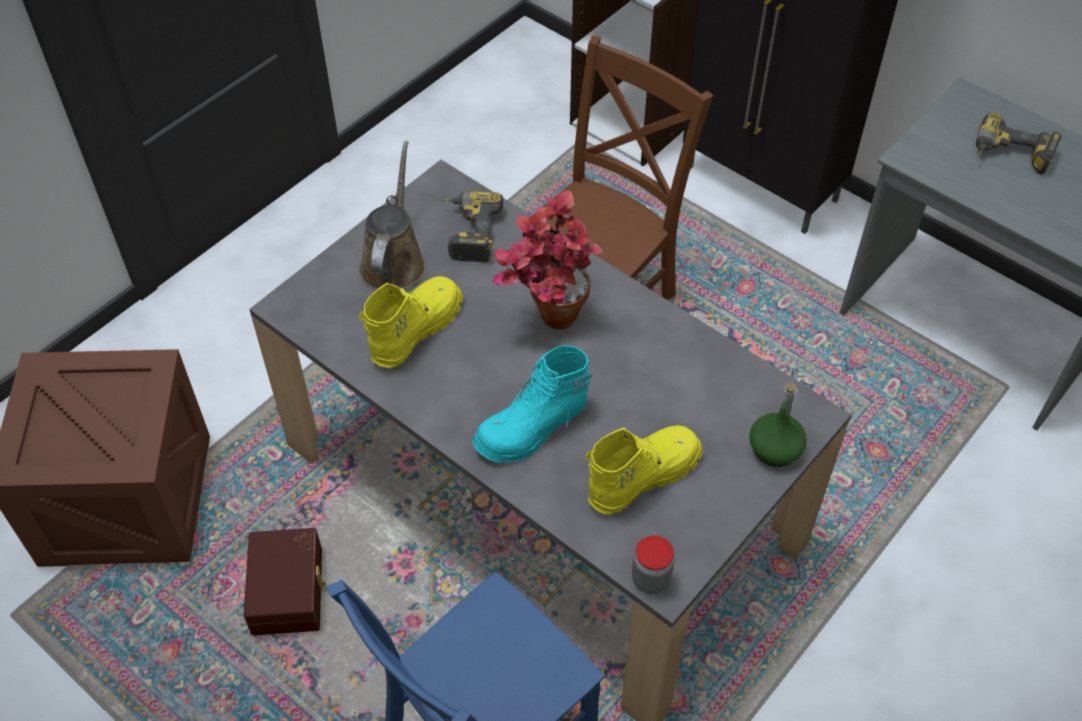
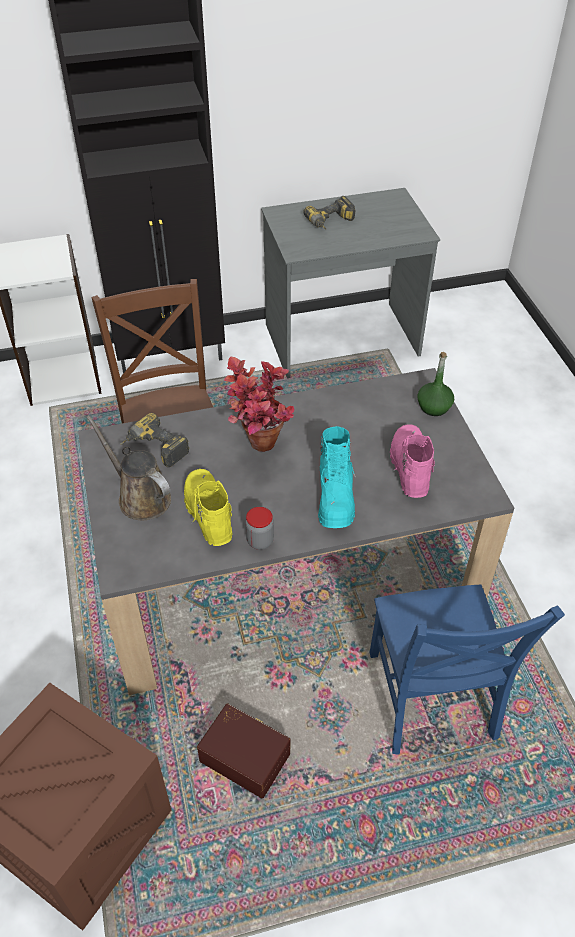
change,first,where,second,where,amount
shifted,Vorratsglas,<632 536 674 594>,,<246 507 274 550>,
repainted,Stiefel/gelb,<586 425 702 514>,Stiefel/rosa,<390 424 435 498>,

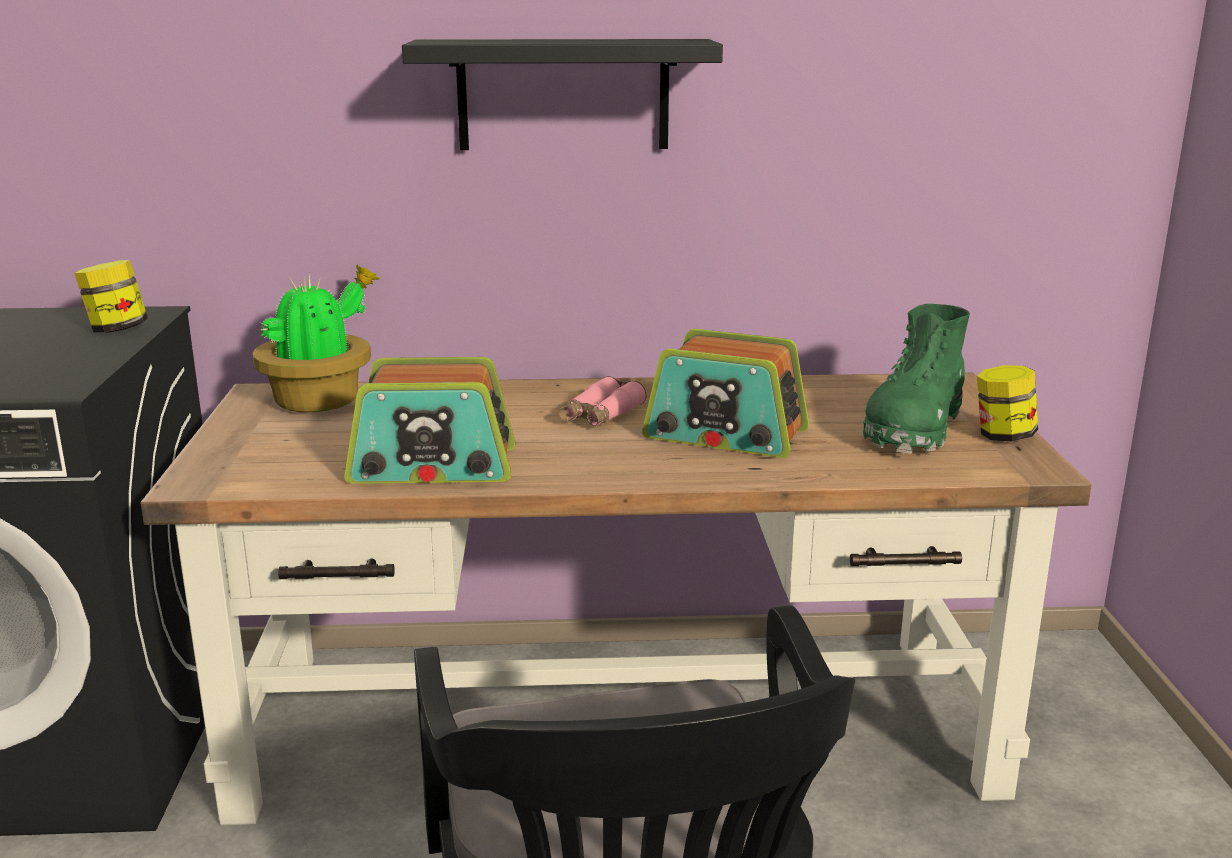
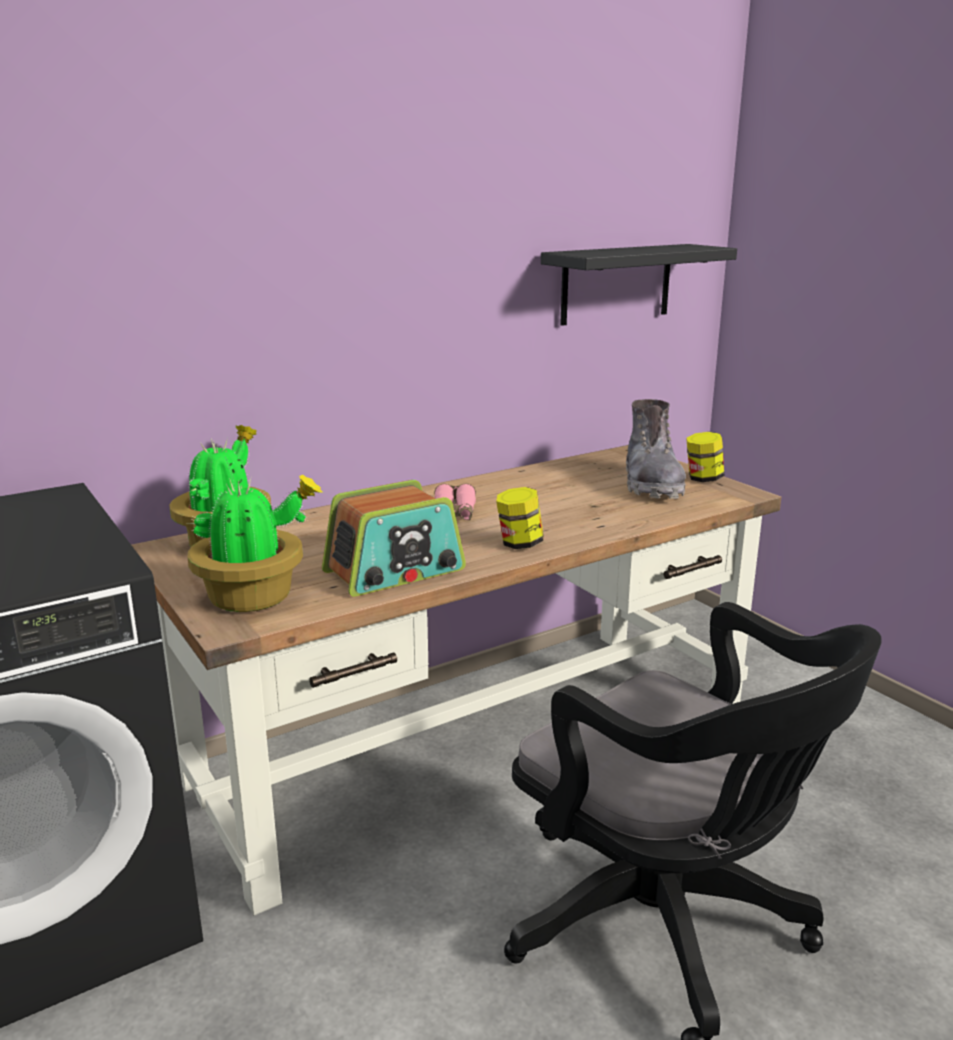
change,first,where,second,where,amount
gone,Radio,<642 329 809 458>,,,
new,,,Topfpflanze,<187 474 323 612>,
shifted,Vorratsglas,<74 260 148 332>,,<496 487 543 549>,
shifted,Wandregal/schwarz,<402 39 723 150>,,<541 244 737 326>,
repainted,Stiefel/grün,<863 304 970 454>,Stiefel/grau,<626 399 686 499>,

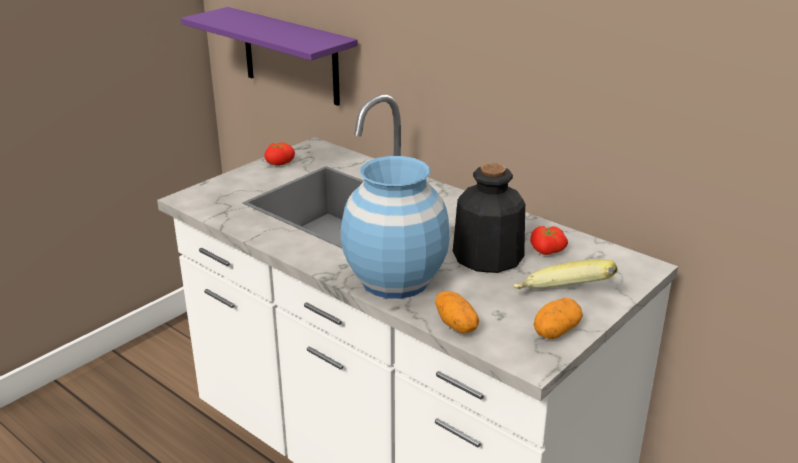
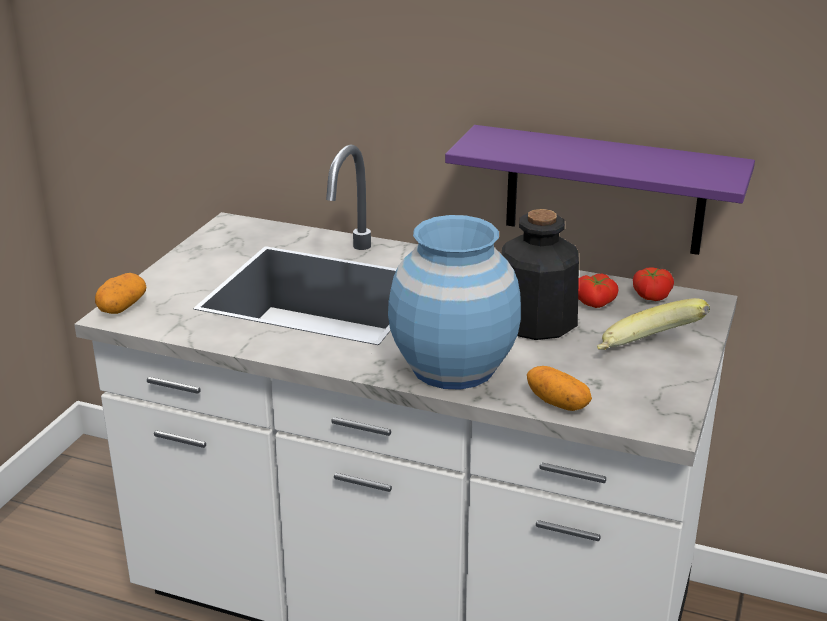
change,first,where,second,where,amount
shifted,Wandregal/lila,<181 7 358 106>,,<445 125 755 255>,
shifted,Tomate,<264 143 295 166>,,<633 267 674 301>,
shifted,Kartoffel,<534 298 583 339>,,<95 273 146 314>,

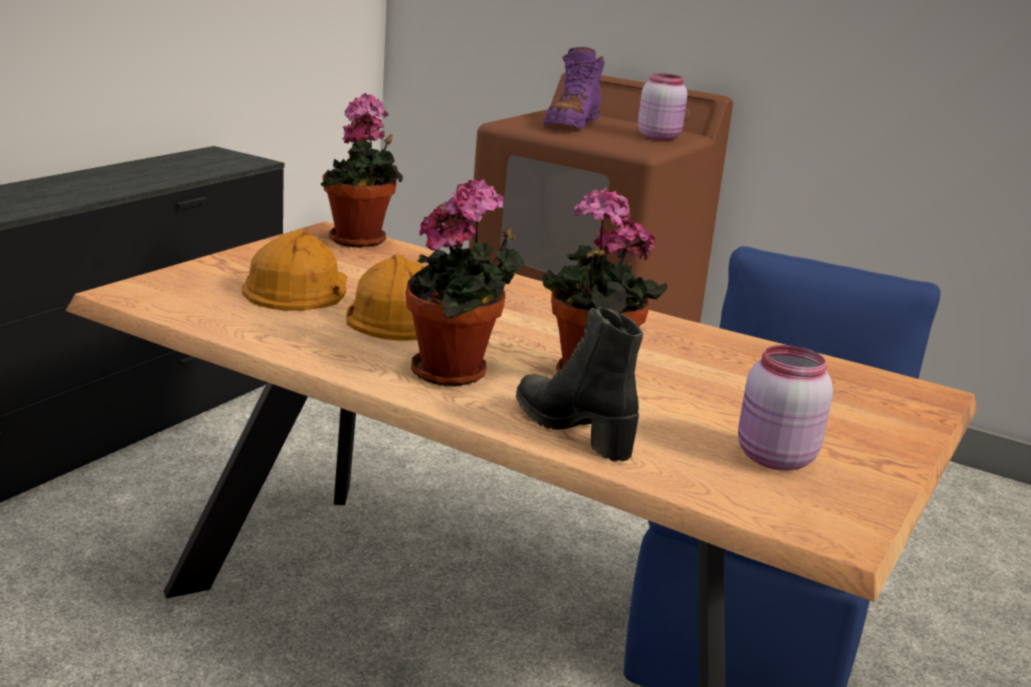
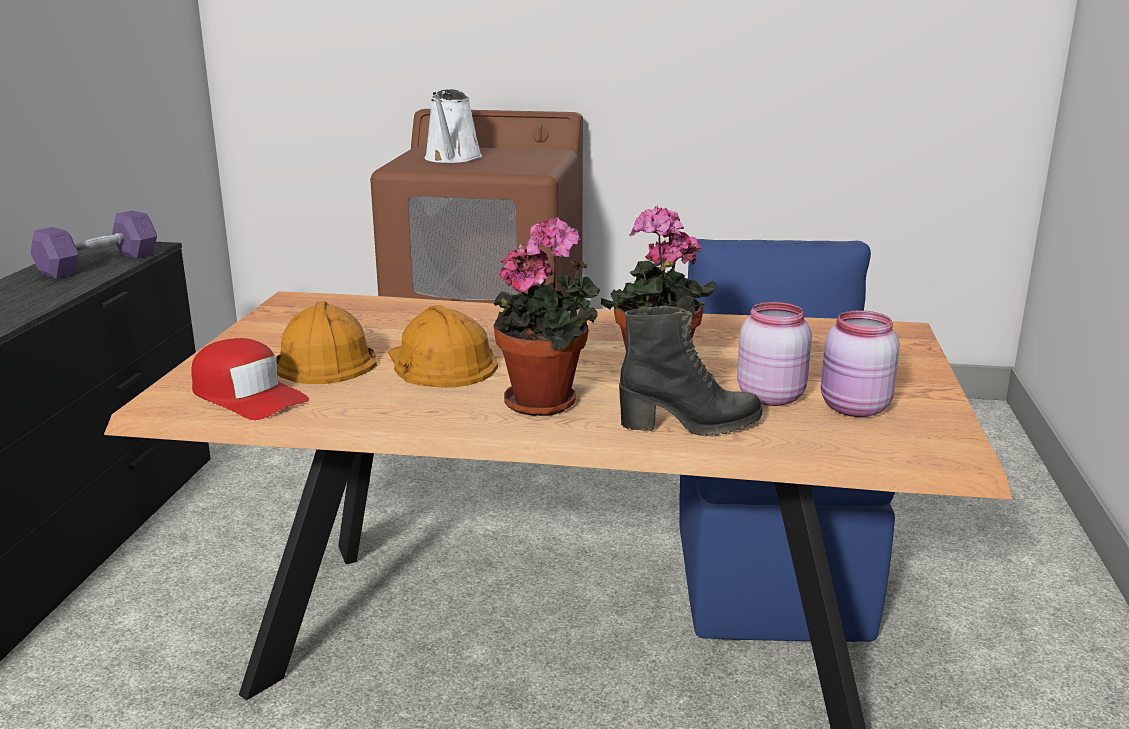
change,first,where,second,where,amount
gone,Topfpflanze,<321 93 403 248>,,,
new,,,Hantel/lila,<31 210 157 279>,
new,,,Kappe/rot,<191 338 309 420>,
shifted,Vorratsglas/rosa,<638 73 687 141>,,<737 302 812 406>,
swapped,Stiefel/lila,<544 47 605 129>,Gießkanne/weiß,<424 89 482 163>,
rotated,Stiefel/schwarz,<516 307 643 461>,,<619 306 762 436>,150 degrees clockwise

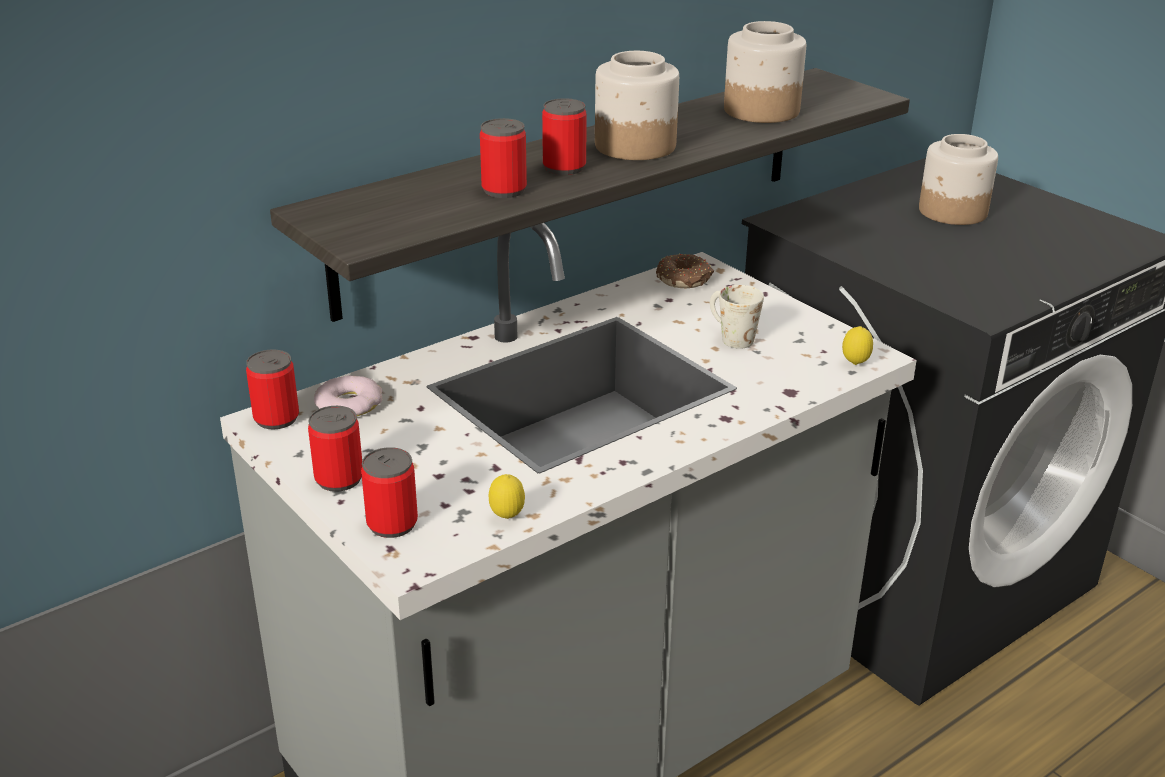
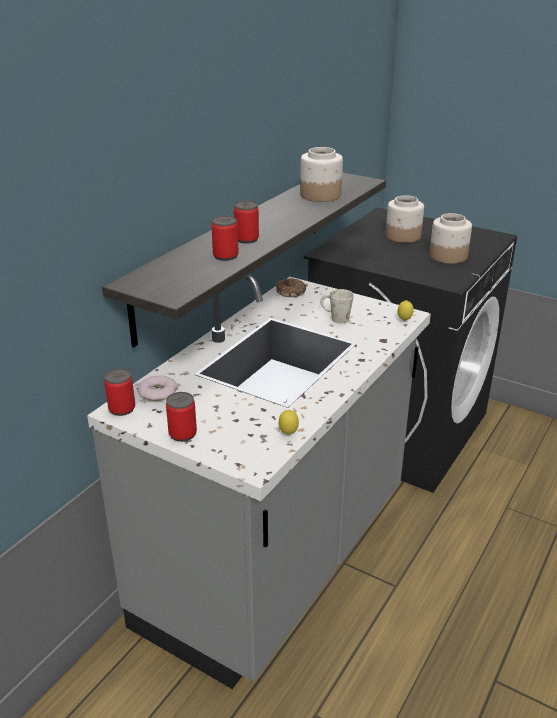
change,first,where,second,where,amount
gone,Dose,<361 447 418 538>,,,
shifted,Vorratsglas,<595 51 679 160>,,<430 213 472 264>,

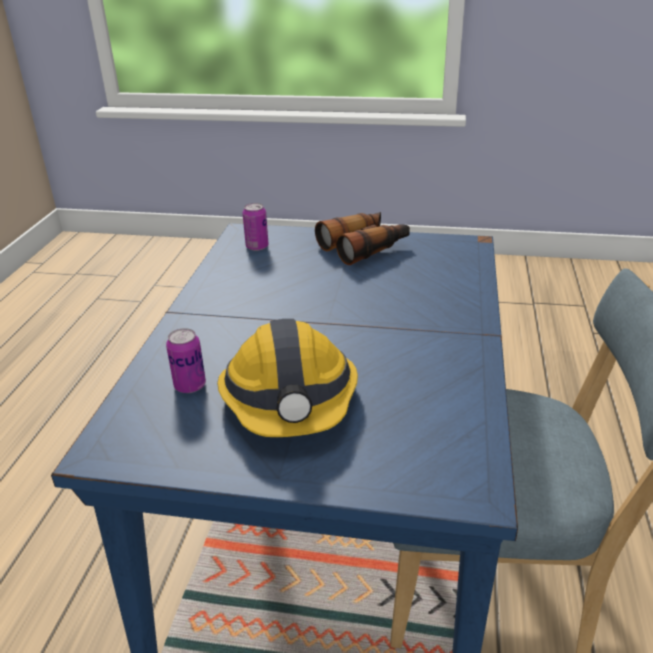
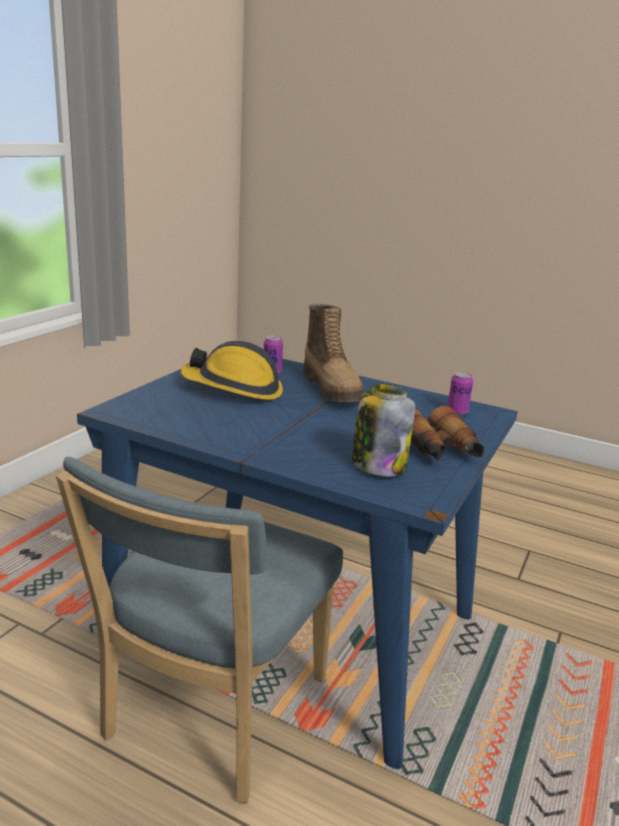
change,first,where,second,where,amount
new,,,Stiefel,<303 304 364 402>,
new,,,Vorratsglas,<351 384 415 476>,

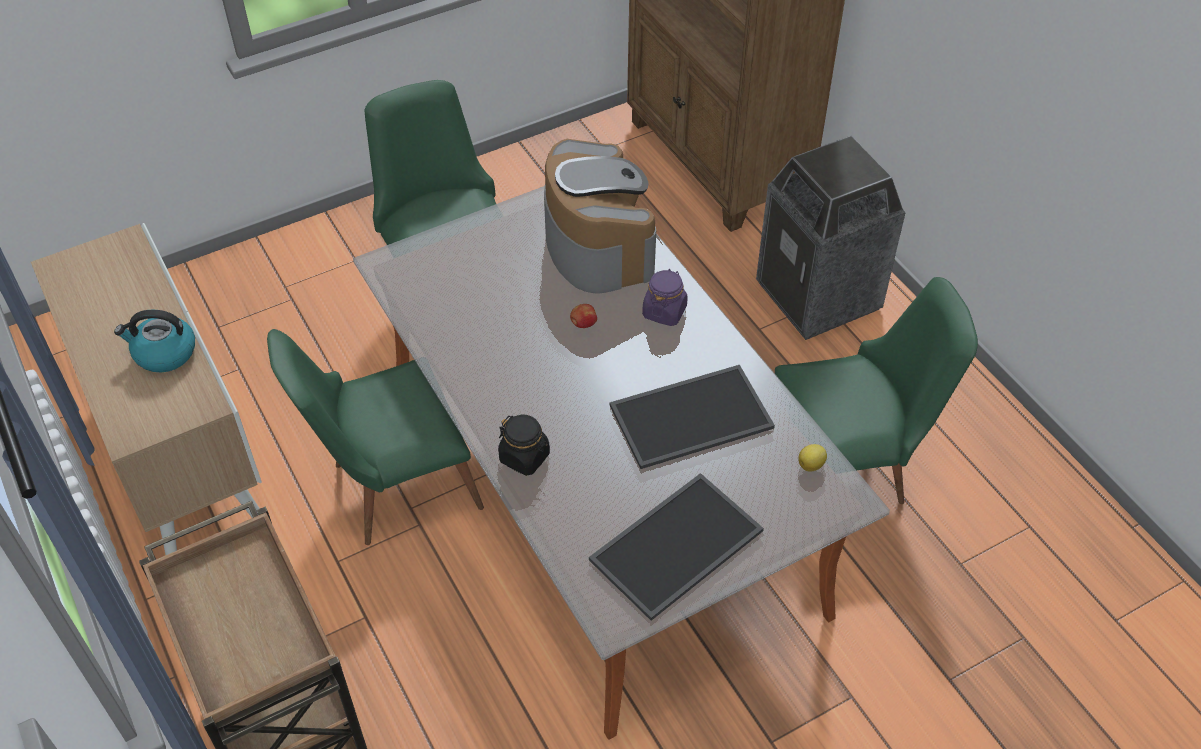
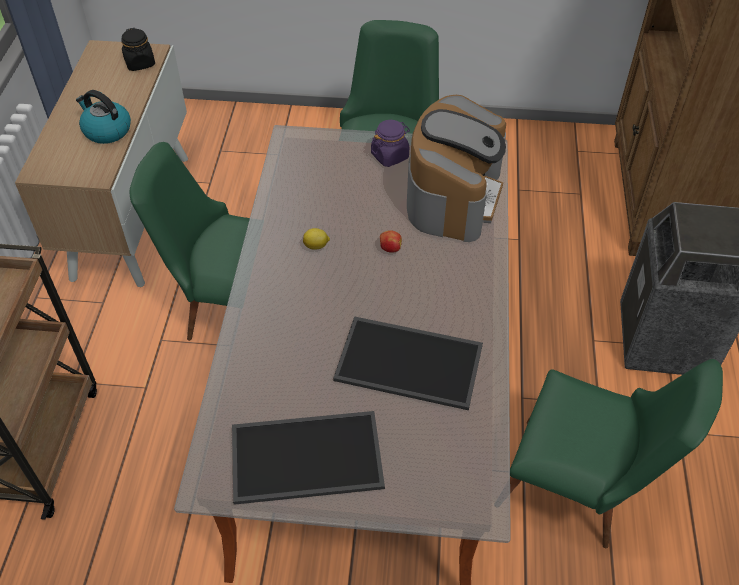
change,first,where,second,where,amount
shifted,Vorratsglas/schwarz,<498 415 550 476>,,<122 28 155 71>,
shifted,Vorratsglas/lila,<642 269 688 326>,,<371 120 410 167>,
shifted,Zitrone,<798 444 827 471>,,<303 228 330 250>,

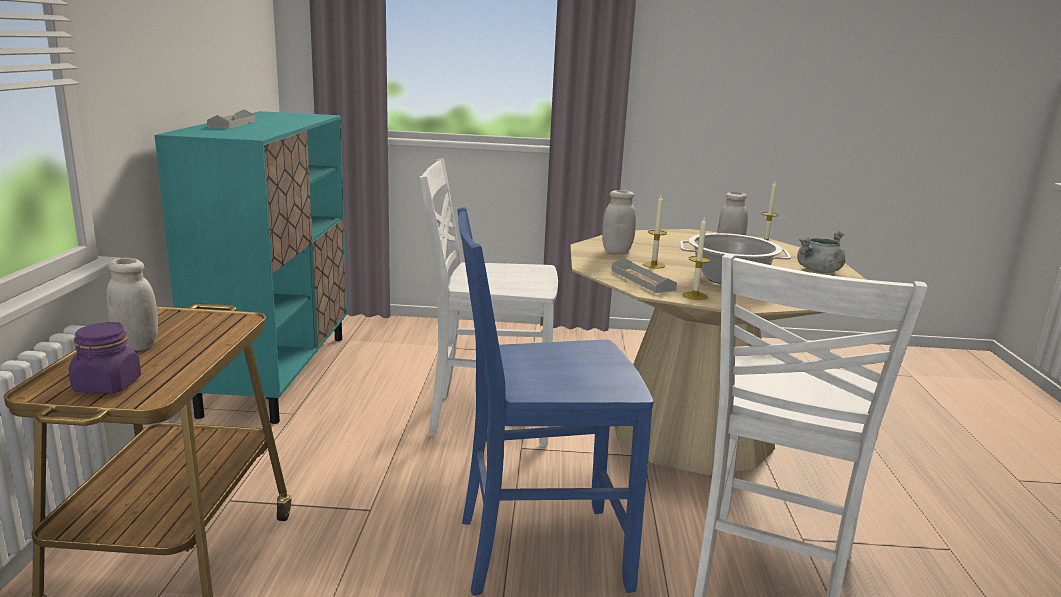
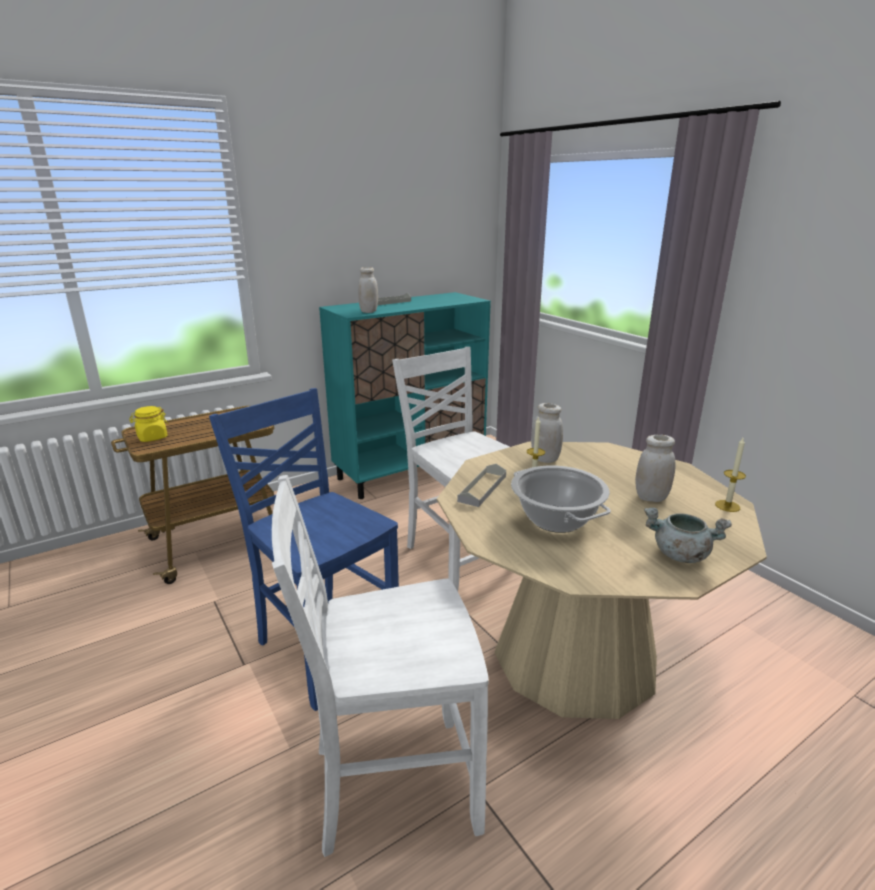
change,first,where,second,where,amount
gone,Kerze,<683 217 710 300>,,,
shifted,Vorratsglas/weiß,<107 258 158 351>,,<358 267 378 313>,
repainted,Vorratsglas/lila,<69 322 141 394>,Vorratsglas/gelb,<129 406 168 442>,

